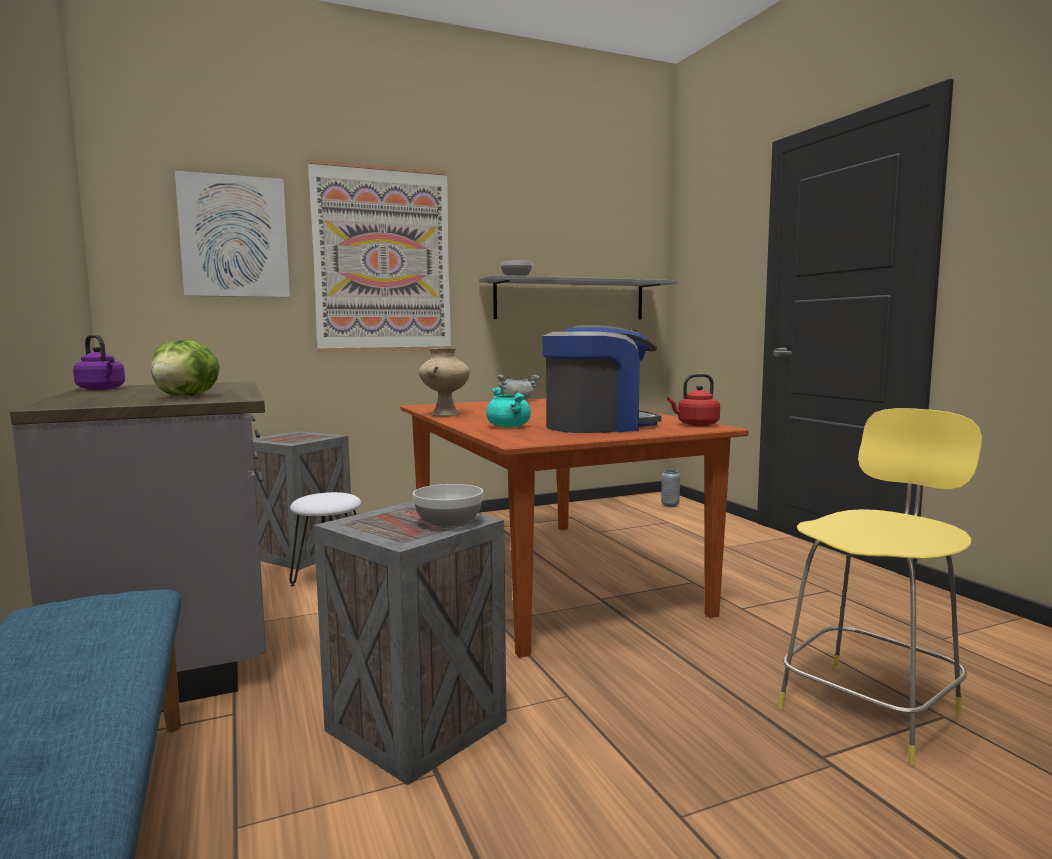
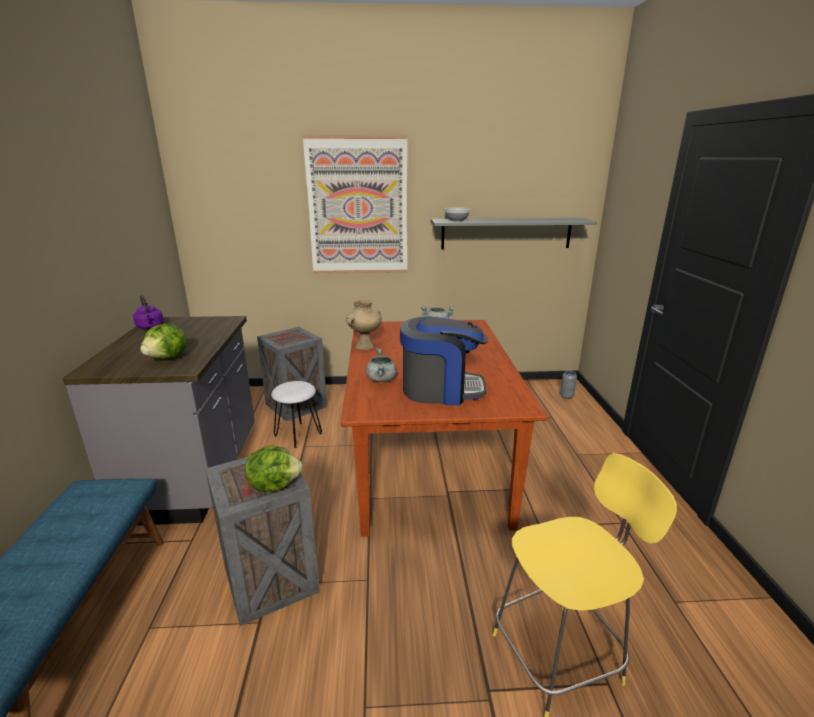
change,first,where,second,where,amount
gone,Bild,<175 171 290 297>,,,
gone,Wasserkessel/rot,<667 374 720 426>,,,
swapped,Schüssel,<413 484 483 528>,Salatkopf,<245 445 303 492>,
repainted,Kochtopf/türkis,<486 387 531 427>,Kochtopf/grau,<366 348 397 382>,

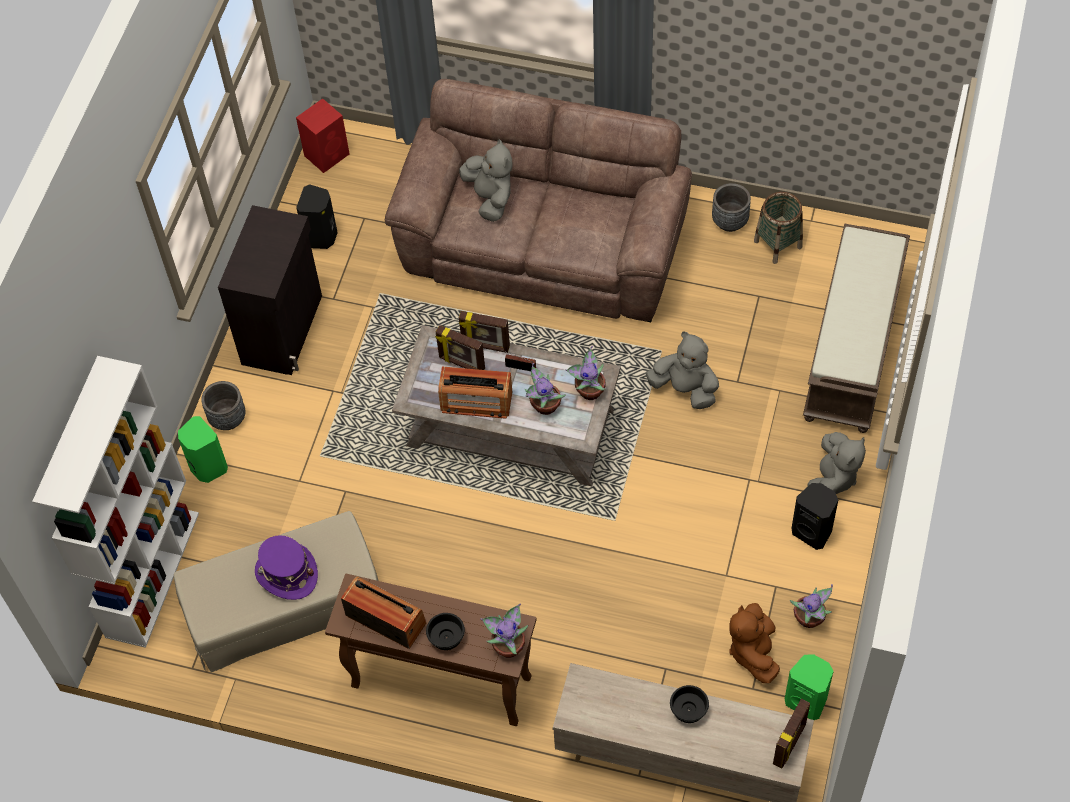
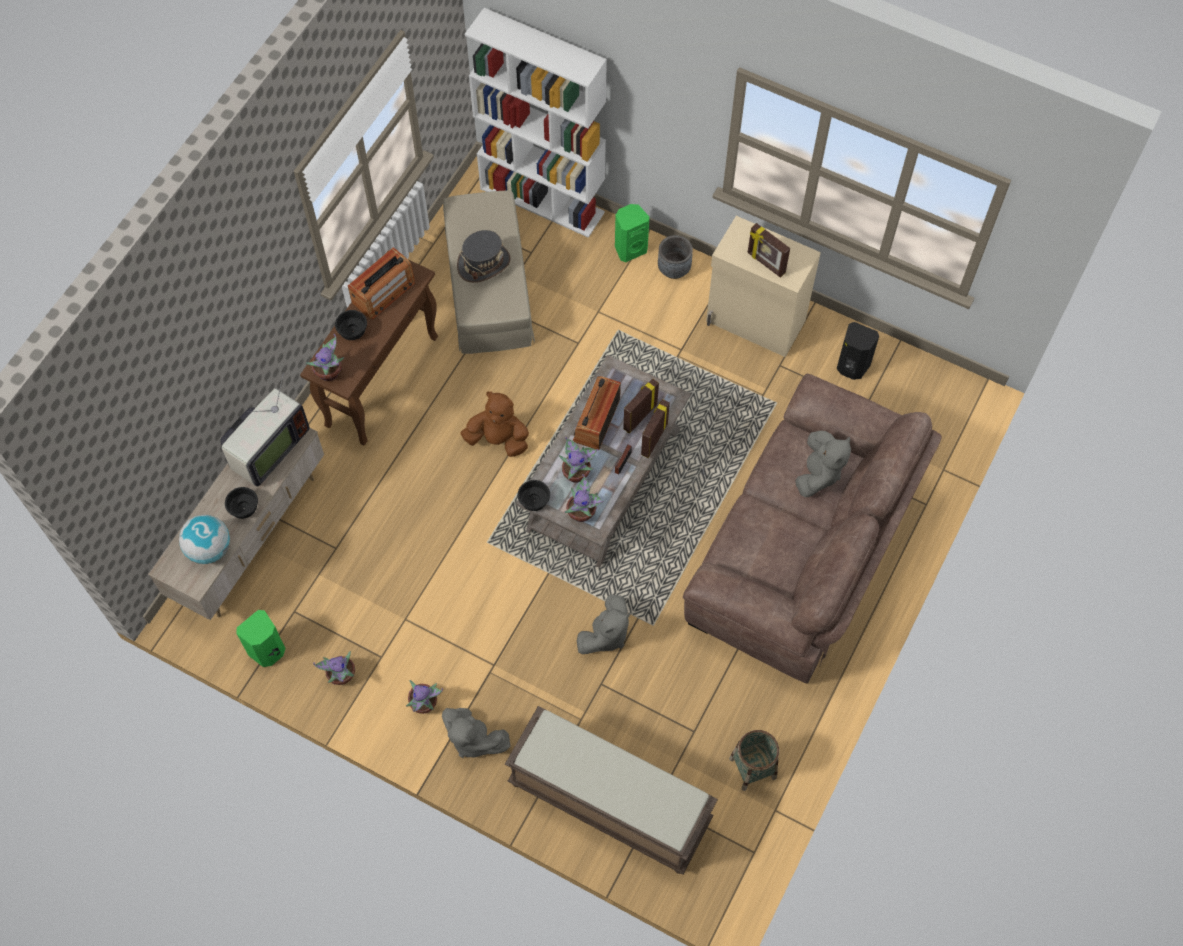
change,first,where,second,where,amount
gone,Lautsprecher/rot,<296 98 350 173>,,,
gone,Pflanzkübel/grau,<712 183 751 232>,,,
new,,,Globus,<179 515 230 564>,
new,,,Fernseher,<220 371 309 486>,
new,,,Schüssel/schwarz,<518 480 550 511>,
shifted,Plüschtier/braun,<729 603 780 683>,,<460 391 529 457>,
shifted,Bilderrahmen,<773 699 810 769>,,<747 223 790 278>,
swapped,Lautsprecher/schwarz,<792 483 838 550>,Topfpflanze,<406 680 443 714>,
repainted,Schrank/schwarz,<218 205 322 375>,Schrank/beige,<706 216 821 357>,
repainted,Hut/lila,<255 535 318 600>,Hut/grau,<457 230 511 283>,
rotated,Plüschtier/grau,<459 139 513 222>,,<795 431 851 497>,60 degrees counterclockwise

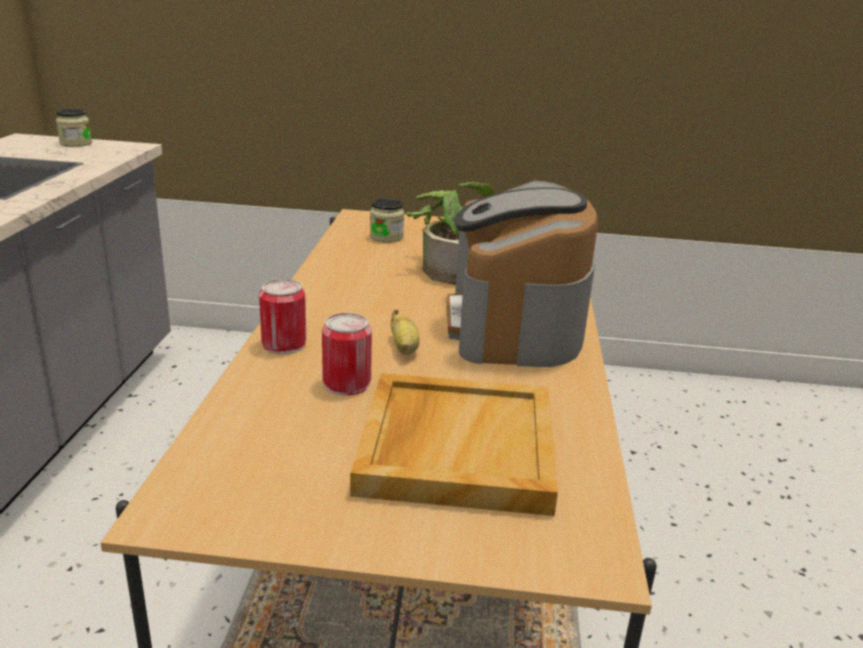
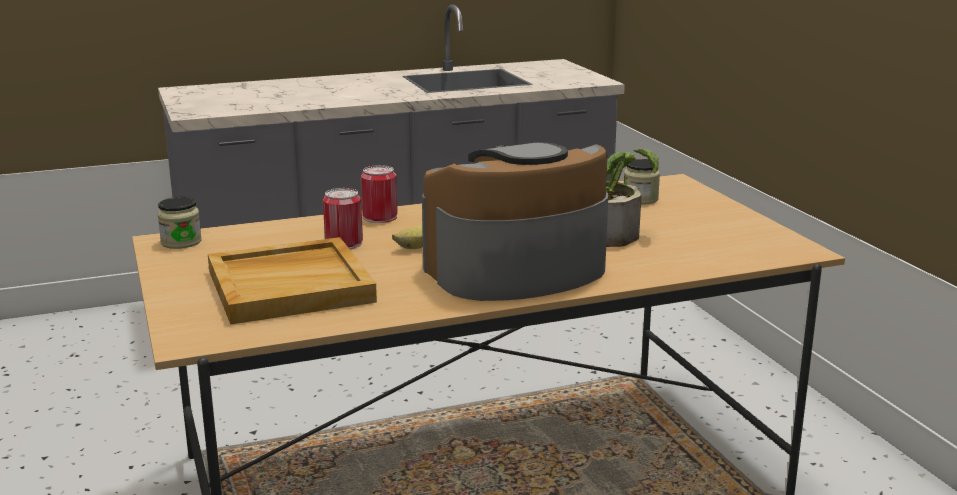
change,first,where,second,where,amount
shifted,Vorratsglas,<56 109 92 147>,,<157 197 202 249>,

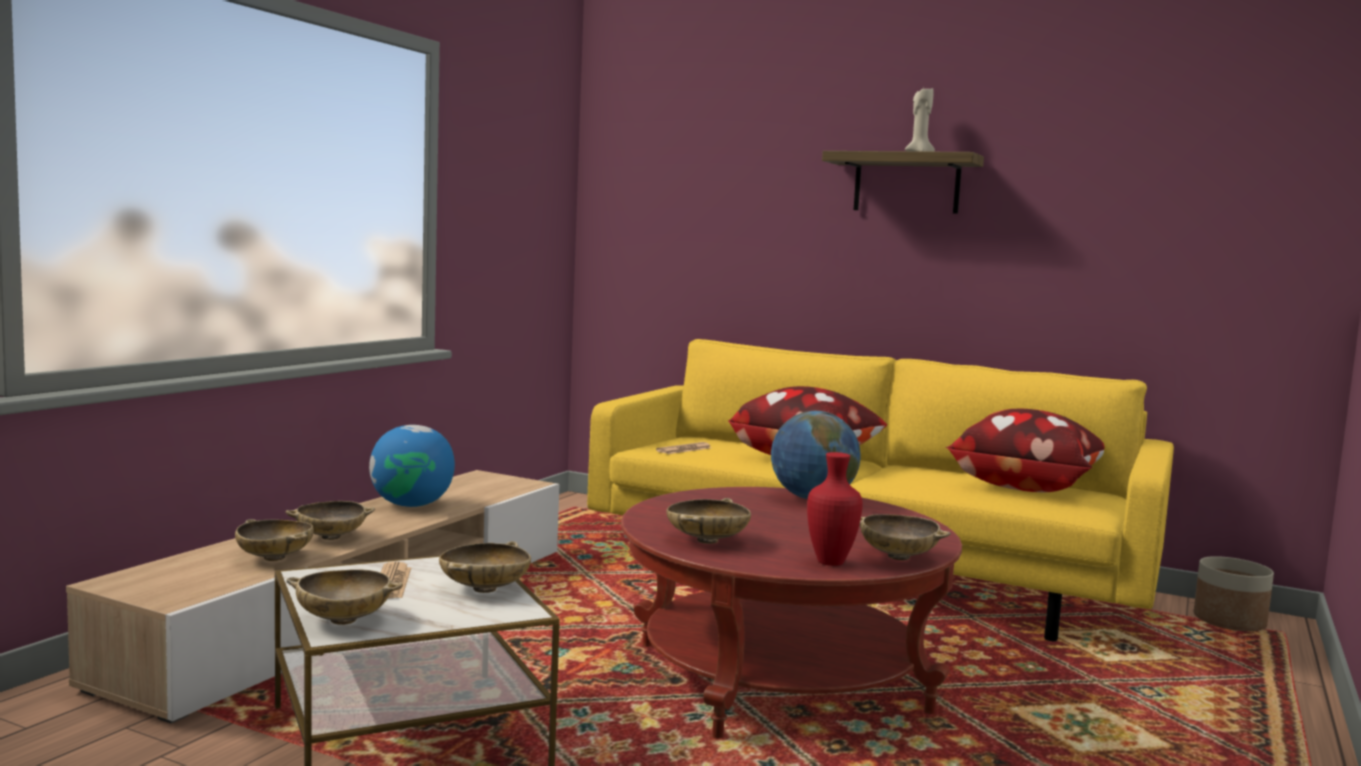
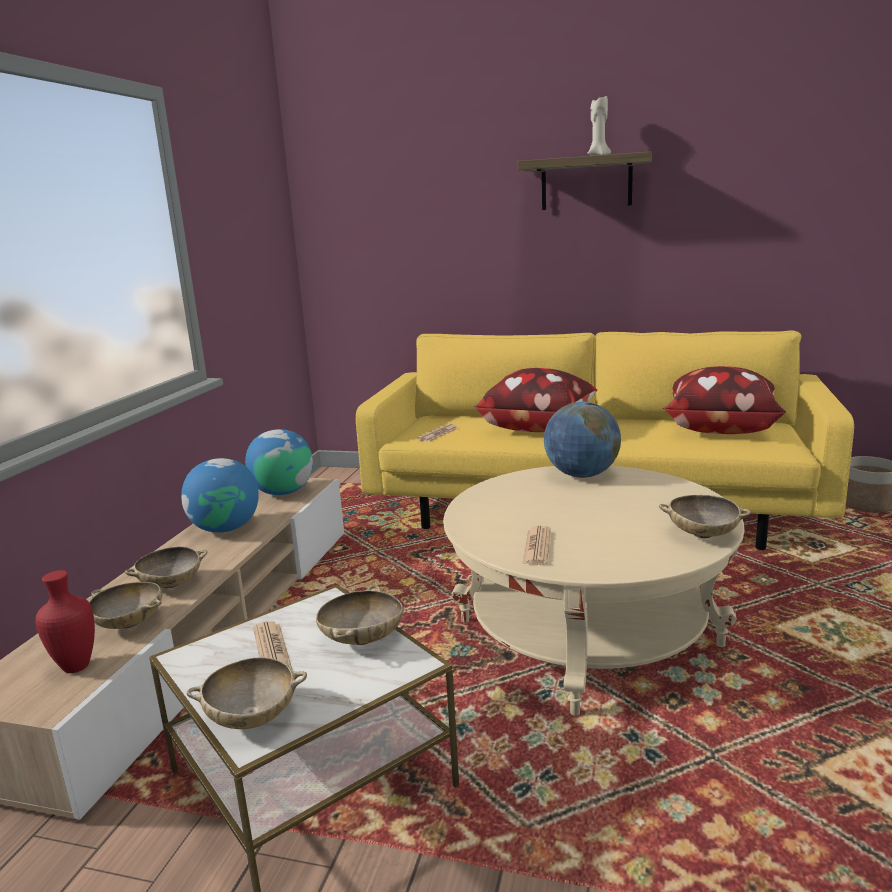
change,first,where,second,where,amount
new,,,Globus,<245 429 313 495>,
shifted,Vase/rot,<807 452 863 566>,,<35 570 95 673>,
swapped,Schüssel/beige,<666 498 751 544>,Zeitung,<523 526 551 565>,
repainted,Couchtisch/rot,<621 487 962 739>,Couchtisch/beige,<443 466 744 716>,

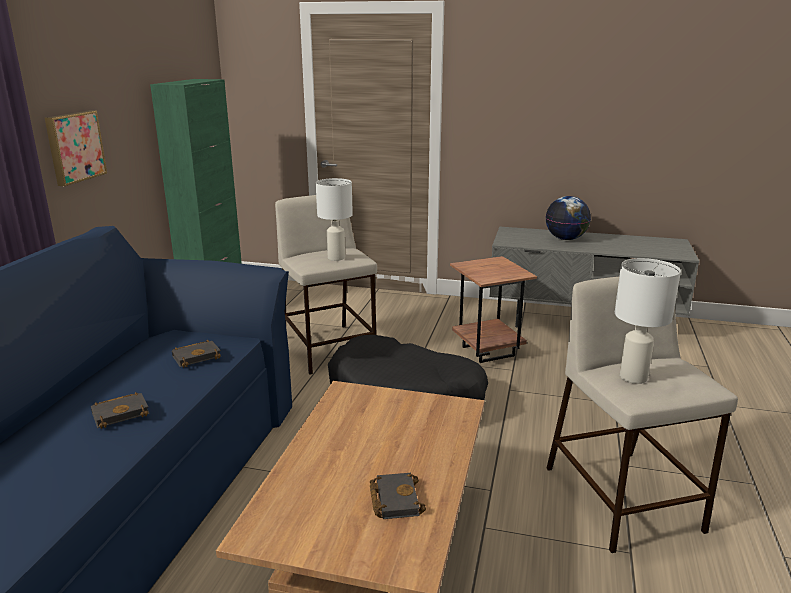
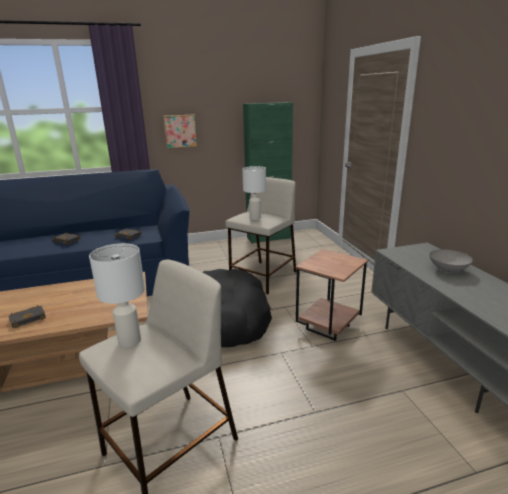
change,first,where,second,where,amount
swapped,Globus,<545 196 591 240>,Schüssel/grau,<429 249 473 273>,

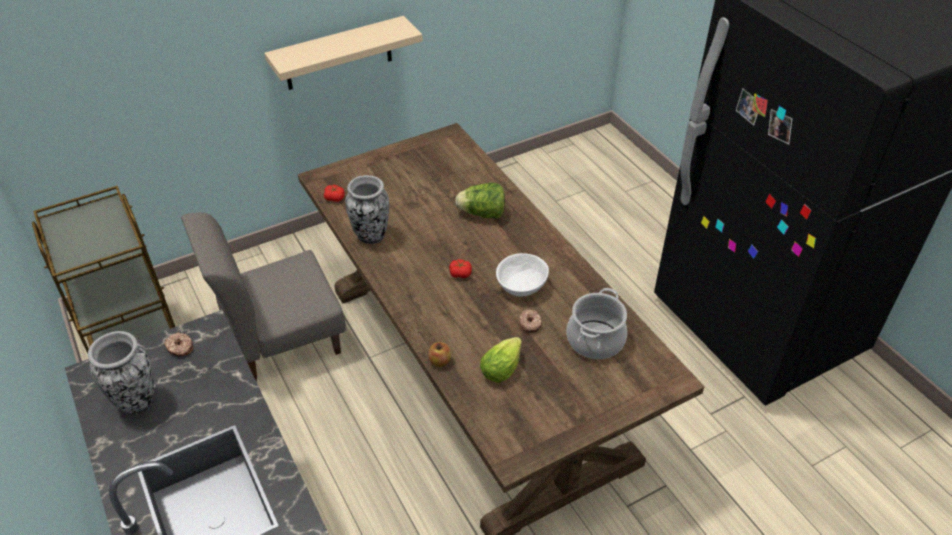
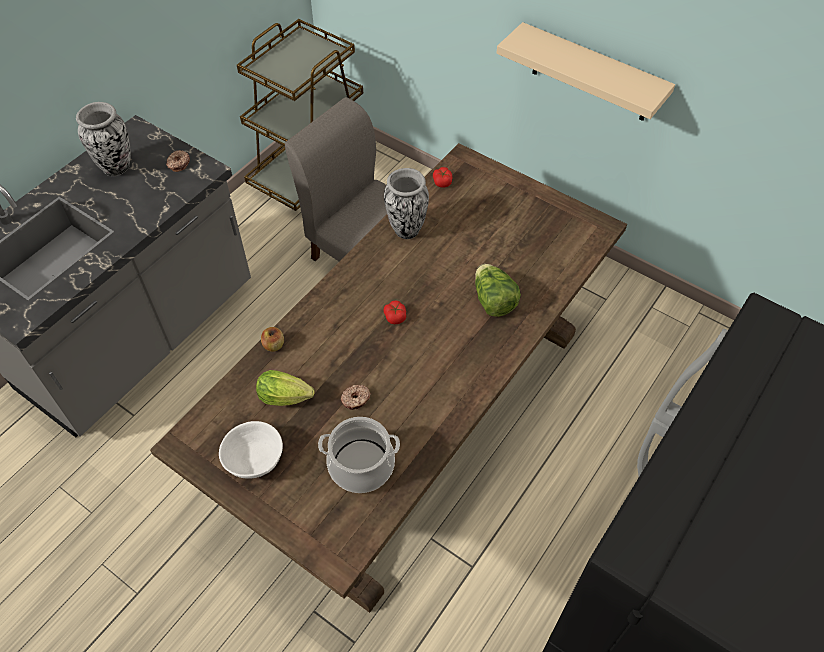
change,first,where,second,where,amount
shifted,Schüssel/weiß,<496 253 549 297>,,<219 421 283 479>,

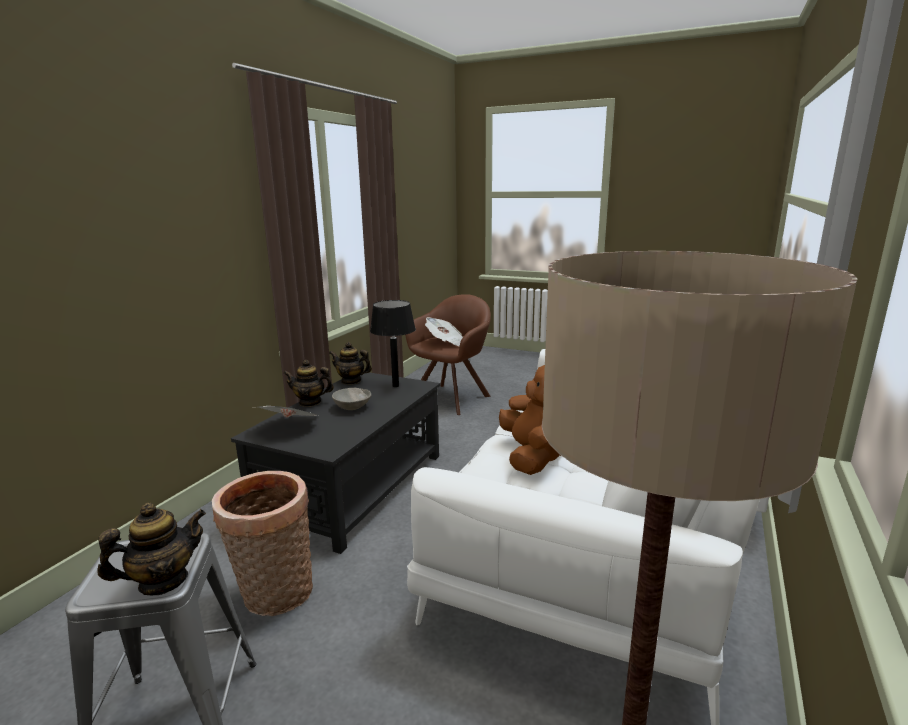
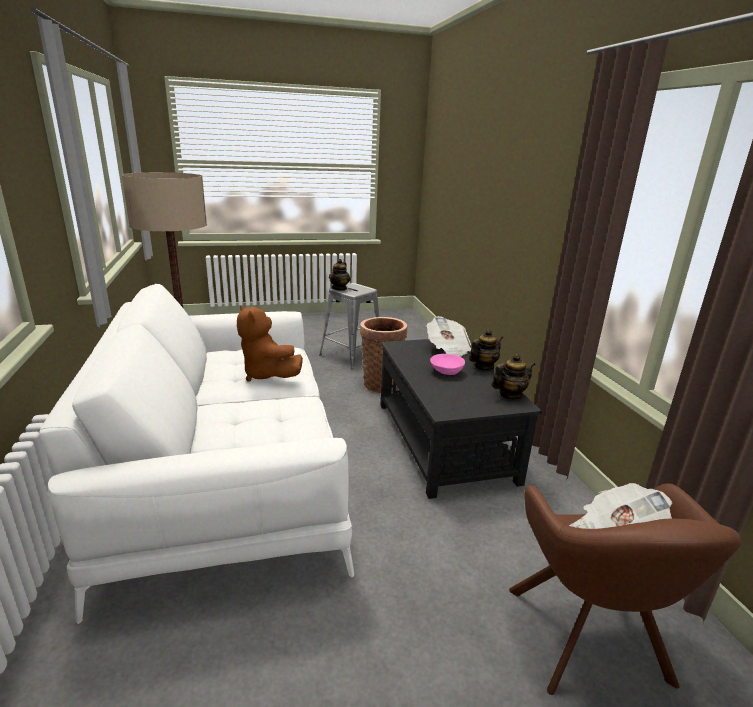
change,first,where,second,where,amount
gone,Tischlampe/schwarz,<370 300 416 387>,,,
repainted,Schüssel/grau,<332 388 371 410>,Schüssel/rosa,<430 354 465 375>,

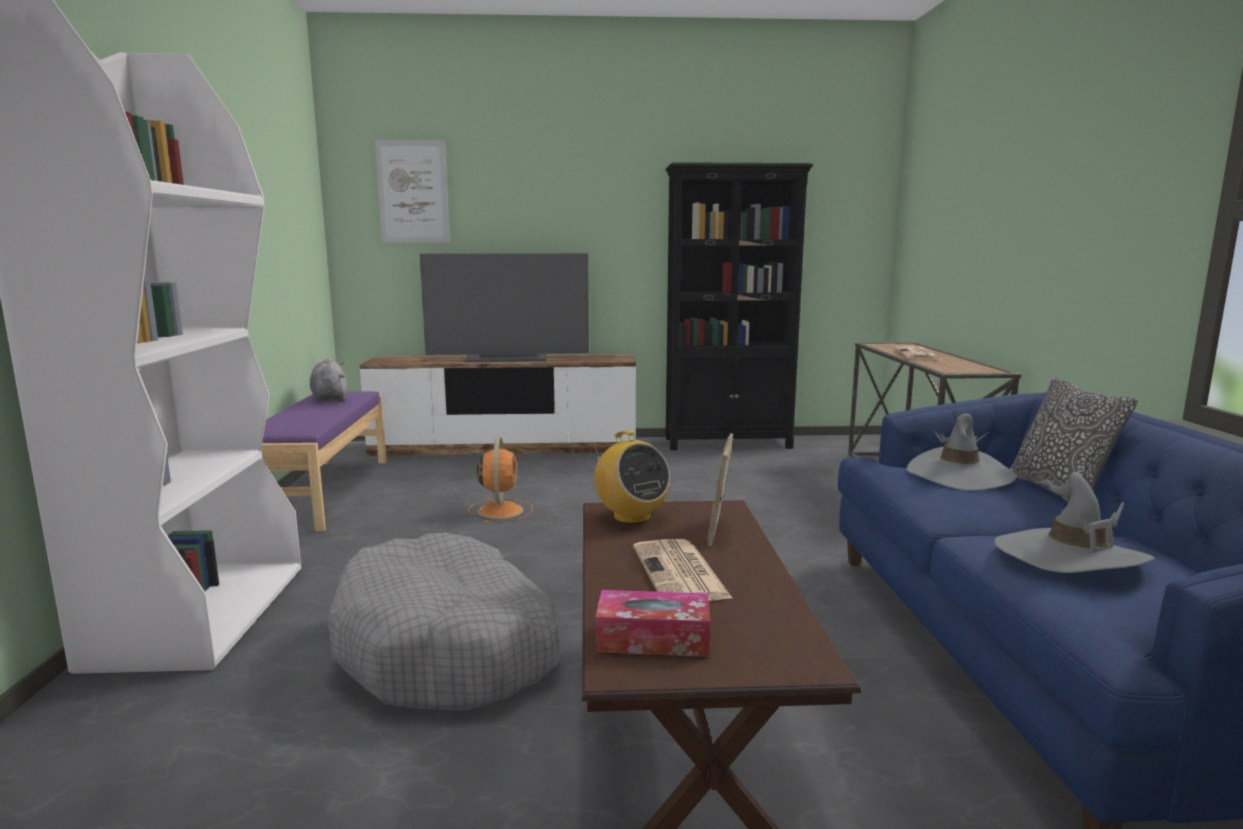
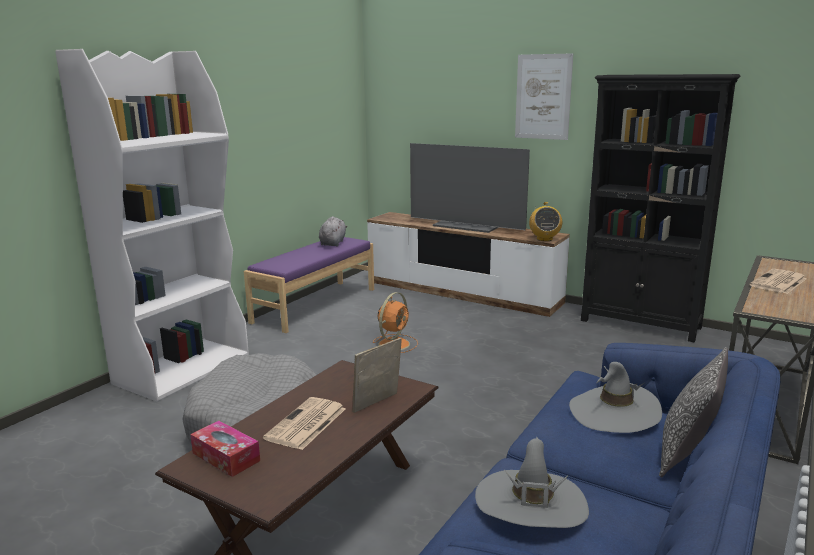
change,first,where,second,where,amount
shifted,Bild,<375 140 450 243>,,<515 53 573 140>,
shifted,Radio,<594 431 671 524>,,<529 202 562 241>,

